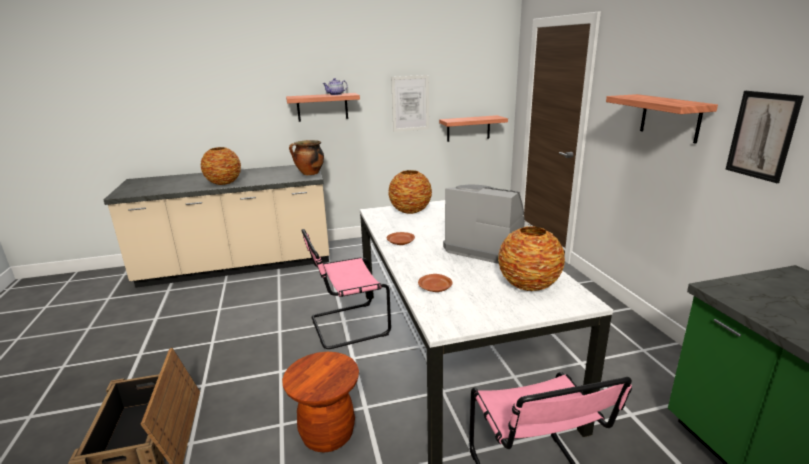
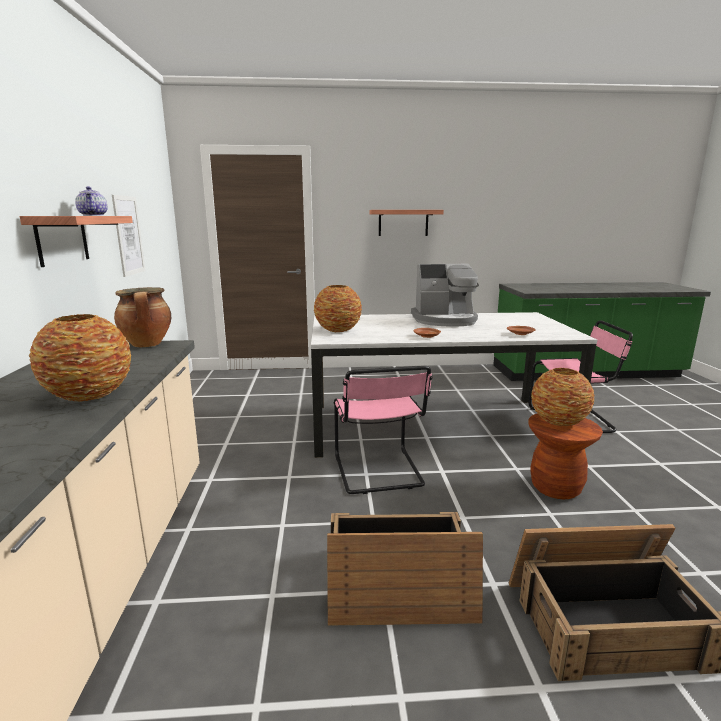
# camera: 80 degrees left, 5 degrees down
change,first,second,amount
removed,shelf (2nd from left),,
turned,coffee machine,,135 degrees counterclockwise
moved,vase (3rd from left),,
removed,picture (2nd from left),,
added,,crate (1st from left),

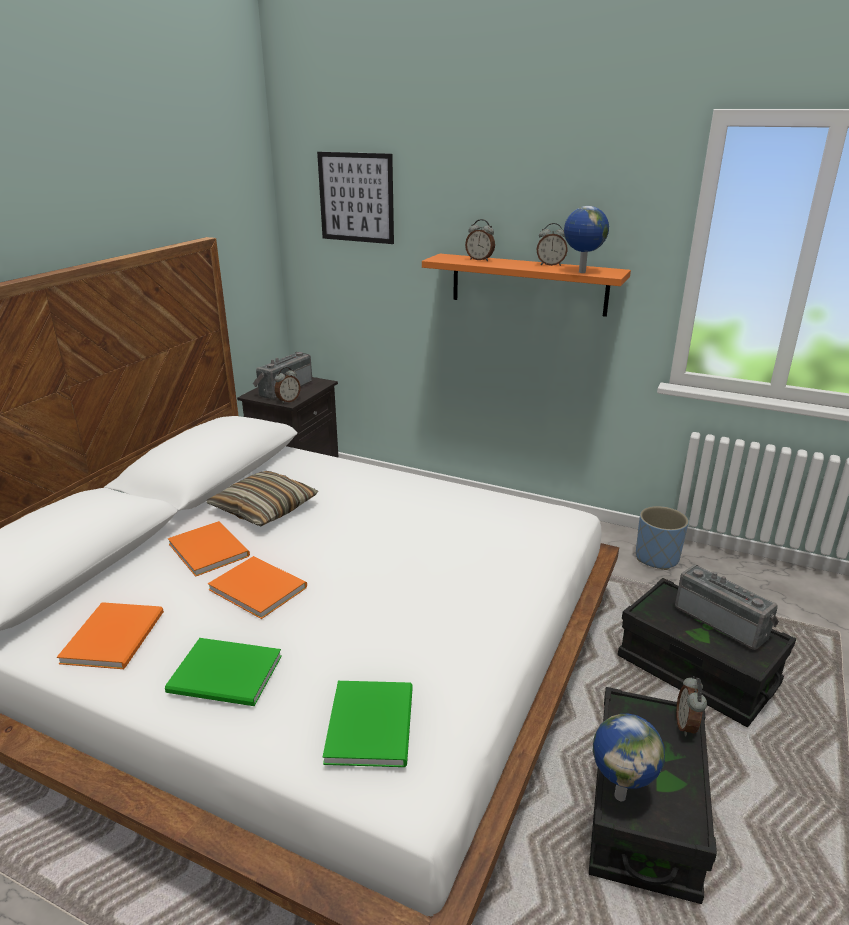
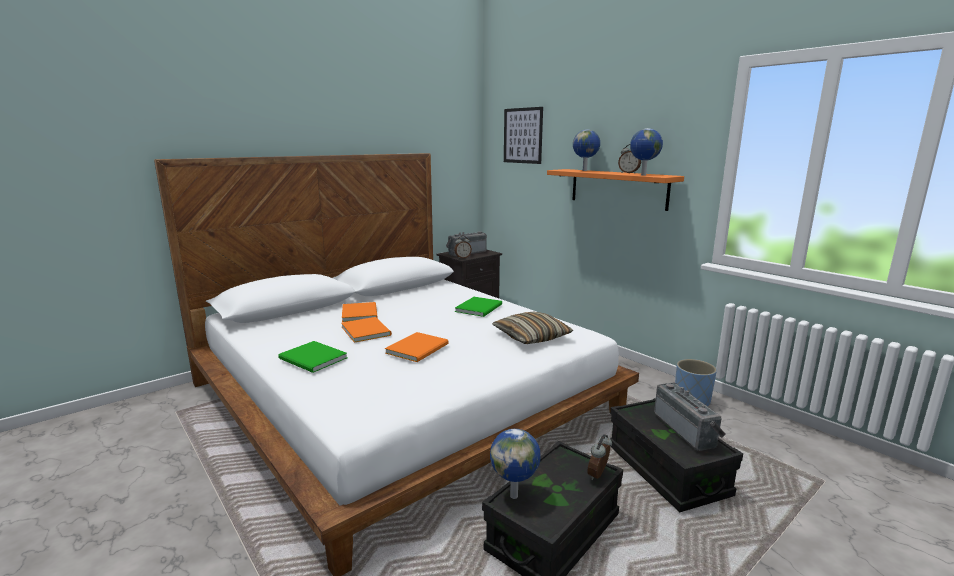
# camera: 25 degrees right, 10 degrees down
change,first,second,amount
moved,book in orange (1st from left in the first image),book in orange (3rd from left),
moved,pillow,,
moved,book in green (2nd from left),,
replaced,alarm clock (2nd from left),globe (2nd from left),

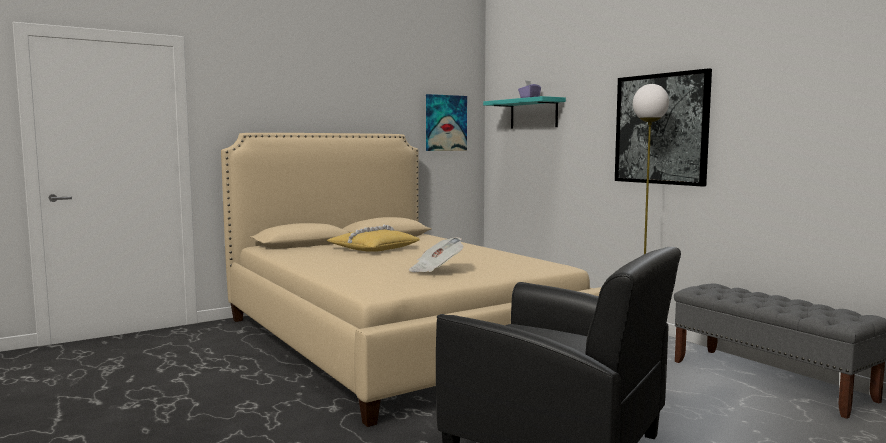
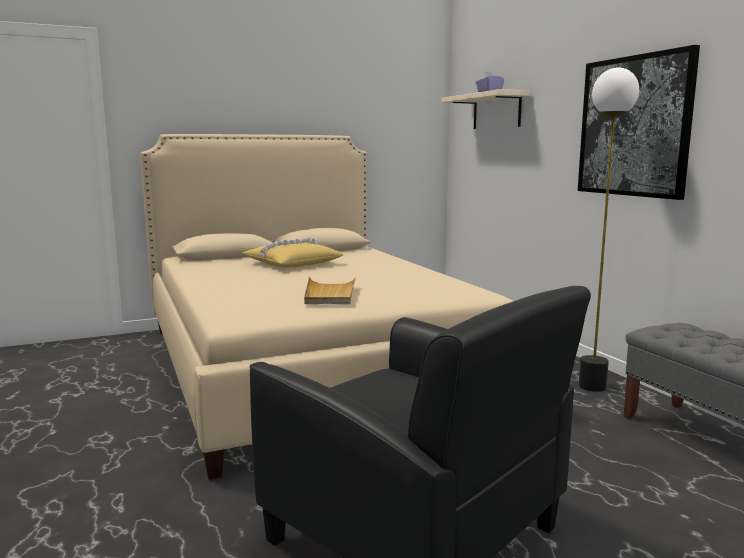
# camera: 10 degrees right, 5 degrees up
change,first,second,amount
replaced,newspaper,tray in beige,
removed,picture (1st from left),,
recoloured,shelf in turquoise,shelf in beige,

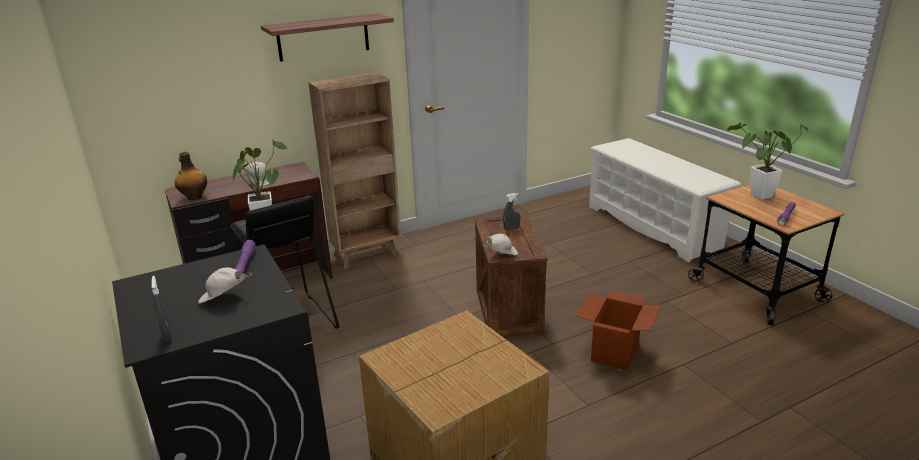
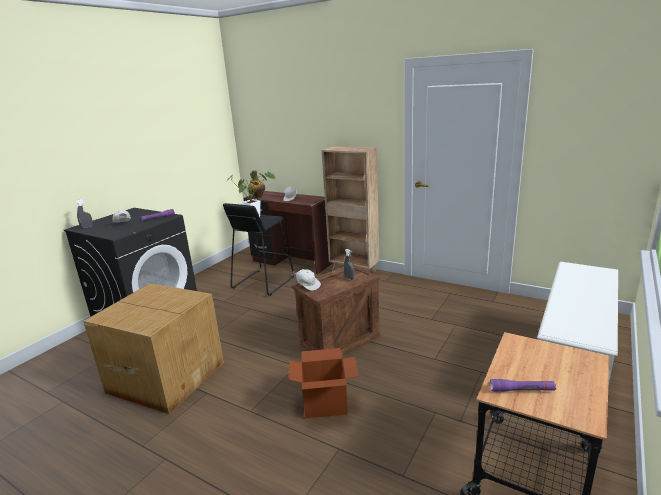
# camera: 60 degrees right, 5 degrees down
change,first,second,amount
removed,shelf,,
removed,potted plant (2nd from left),,

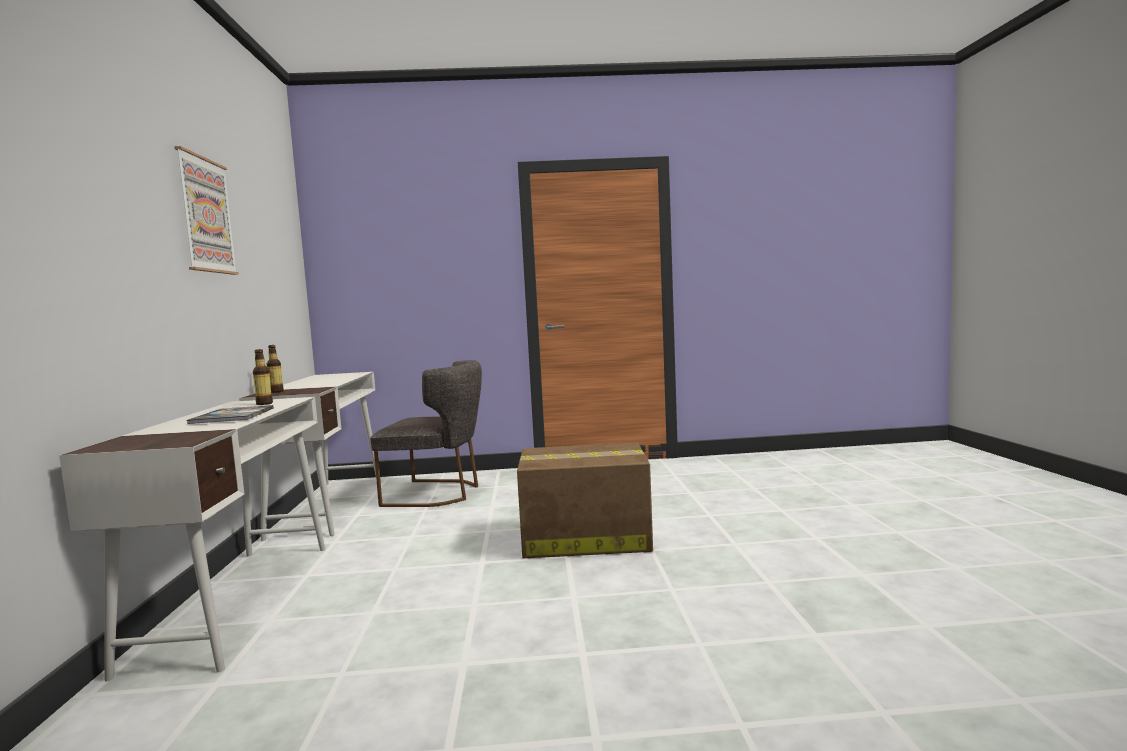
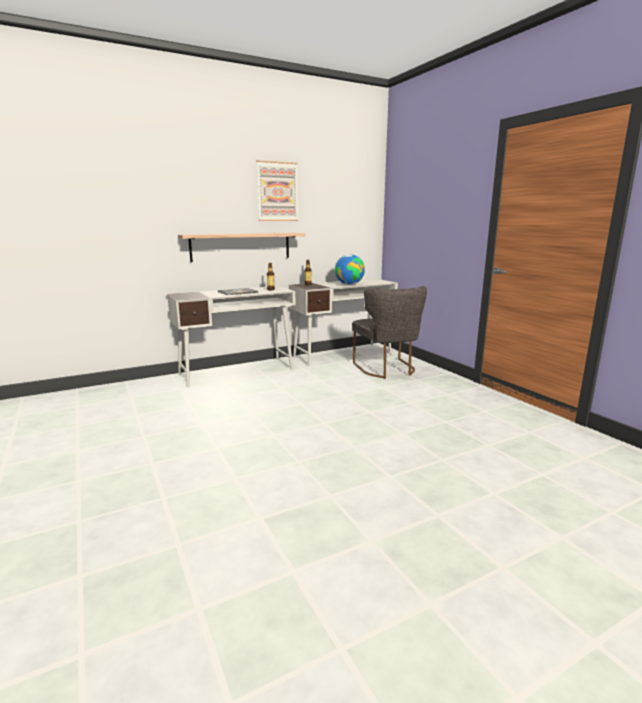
# camera: 65 degrees right, 10 degrees up
change,first,second,amount
removed,cardboard box,,
added,,shelf,
added,,globe,

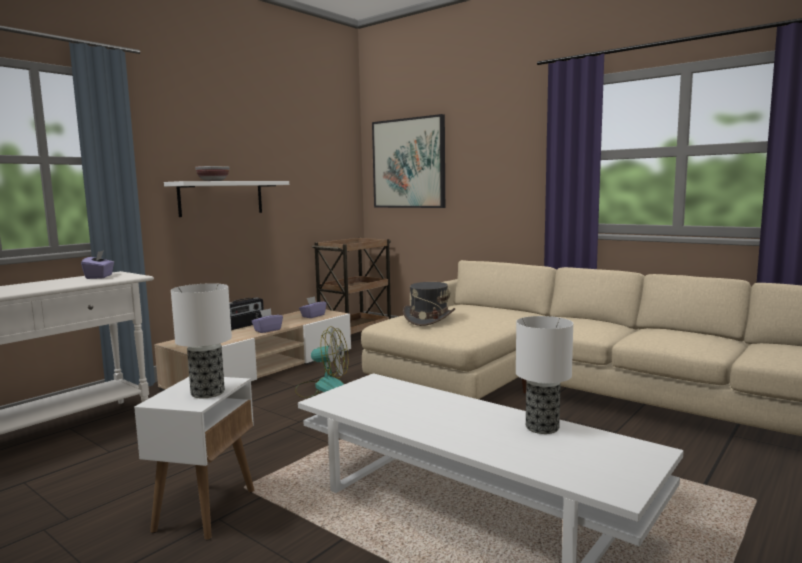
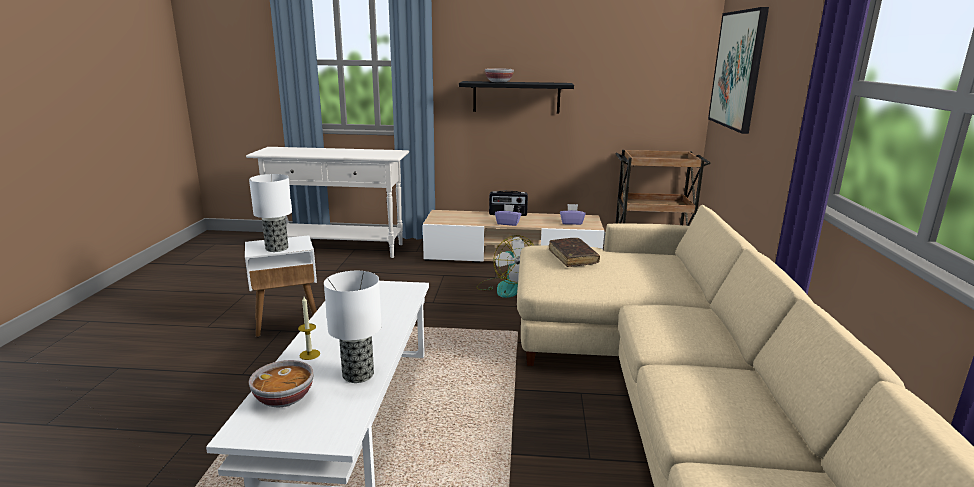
# camera: 55 degrees right, 10 degrees up
change,first,second,amount
removed,tissue box in purple (1st from left),,
recoloured,shelf in white,shelf in black,
replaced,hat in grey,book in brown,
added,,bowl (1st from left),
added,,candle,

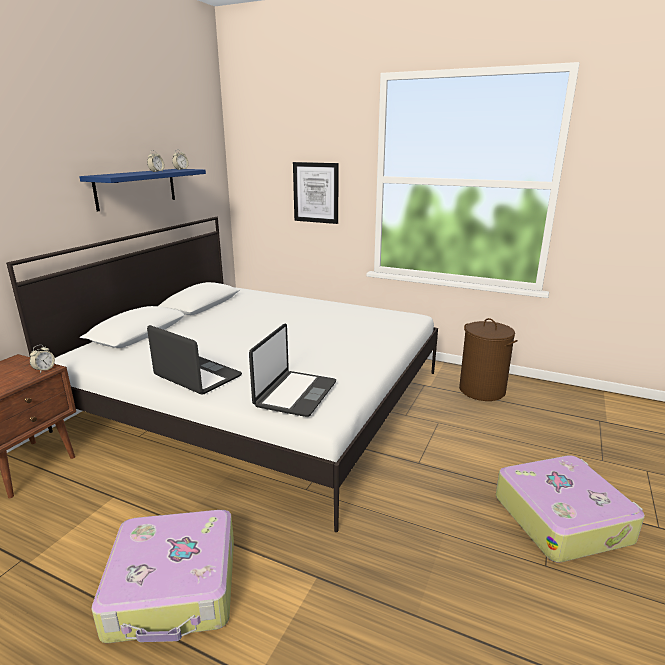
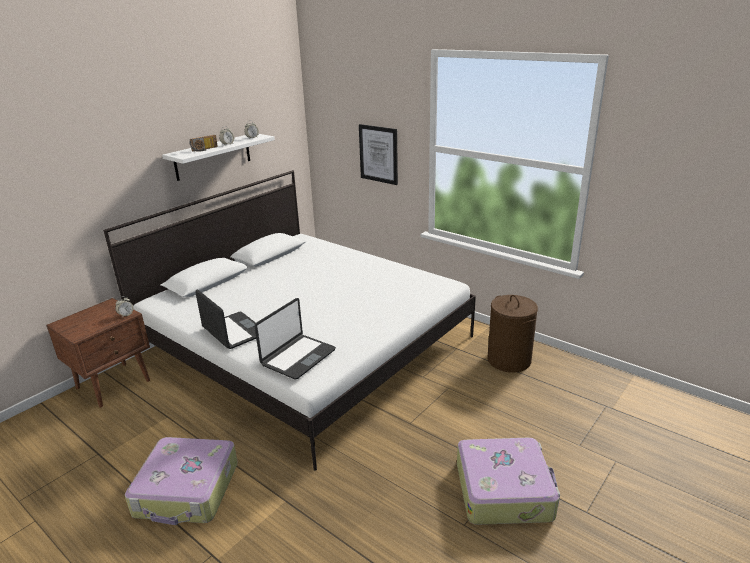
# camera: 15 degrees right, 5 degrees up
change,first,second,amount
recoloured,shelf in blue,shelf in white,
added,,radio,

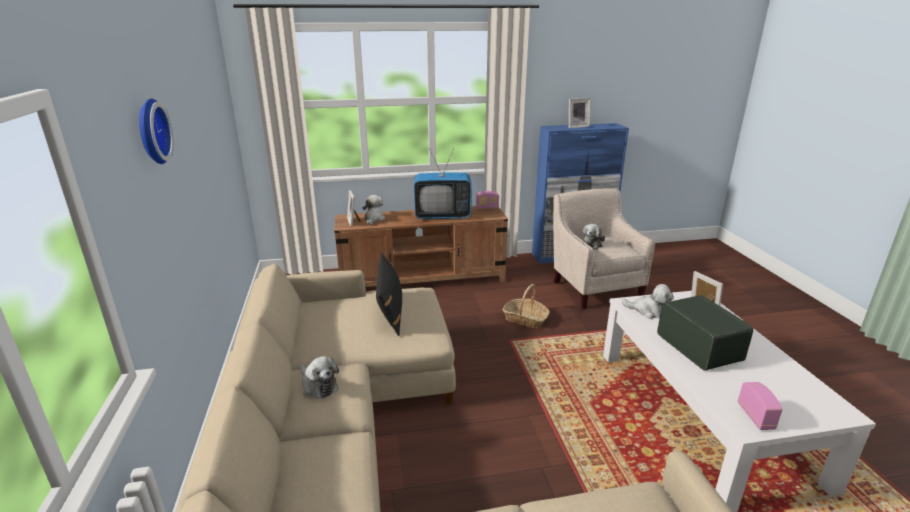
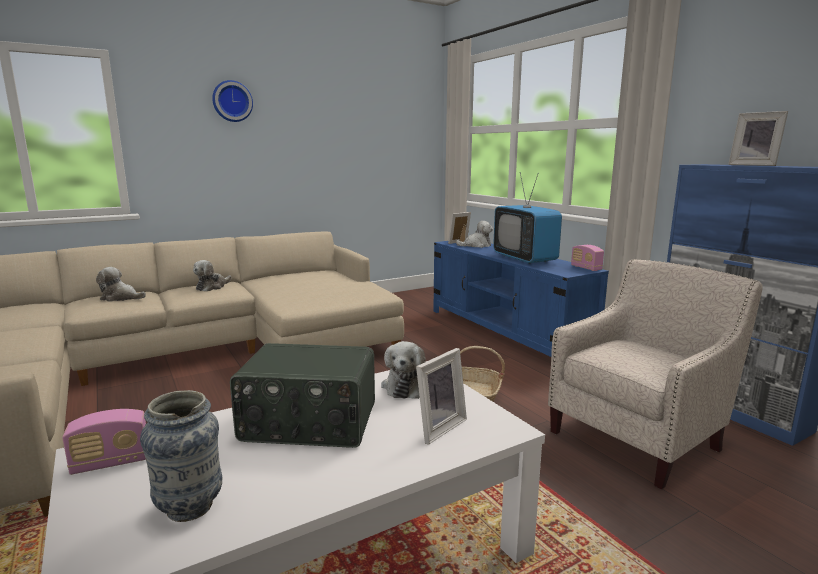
# camera: 70 degrees right, 10 degrees down
change,first,second,amount
recoloured,tv stand in brown,tv stand in blue,
removed,pillow in black,,
moved,plush toy (3rd from left in the first image),plush toy (1st from left),
turned,radio (2nd from left),,45 degrees clockwise
added,,vase,

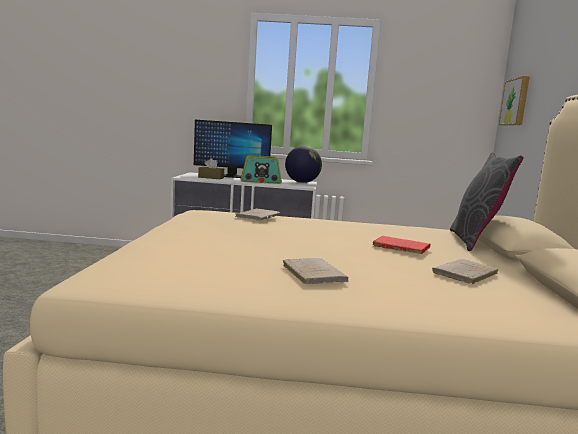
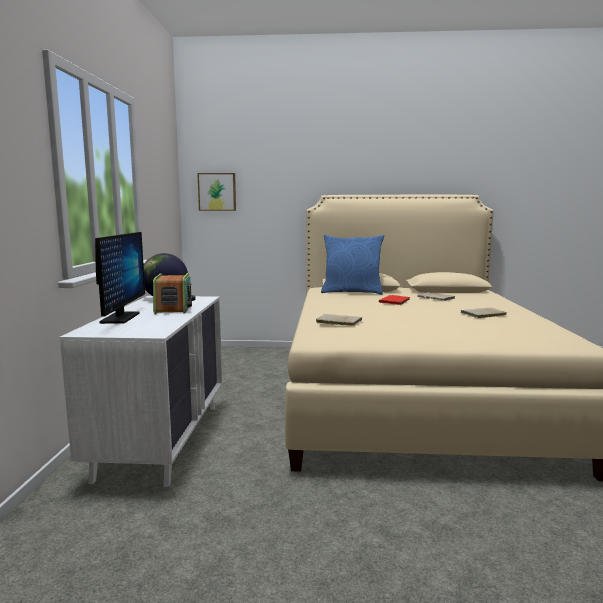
# camera: 90 degrees left, 0 degrees up
change,first,second,amount
removed,tissue box in brown,,
recoloured,pillow in grey,pillow in blue,

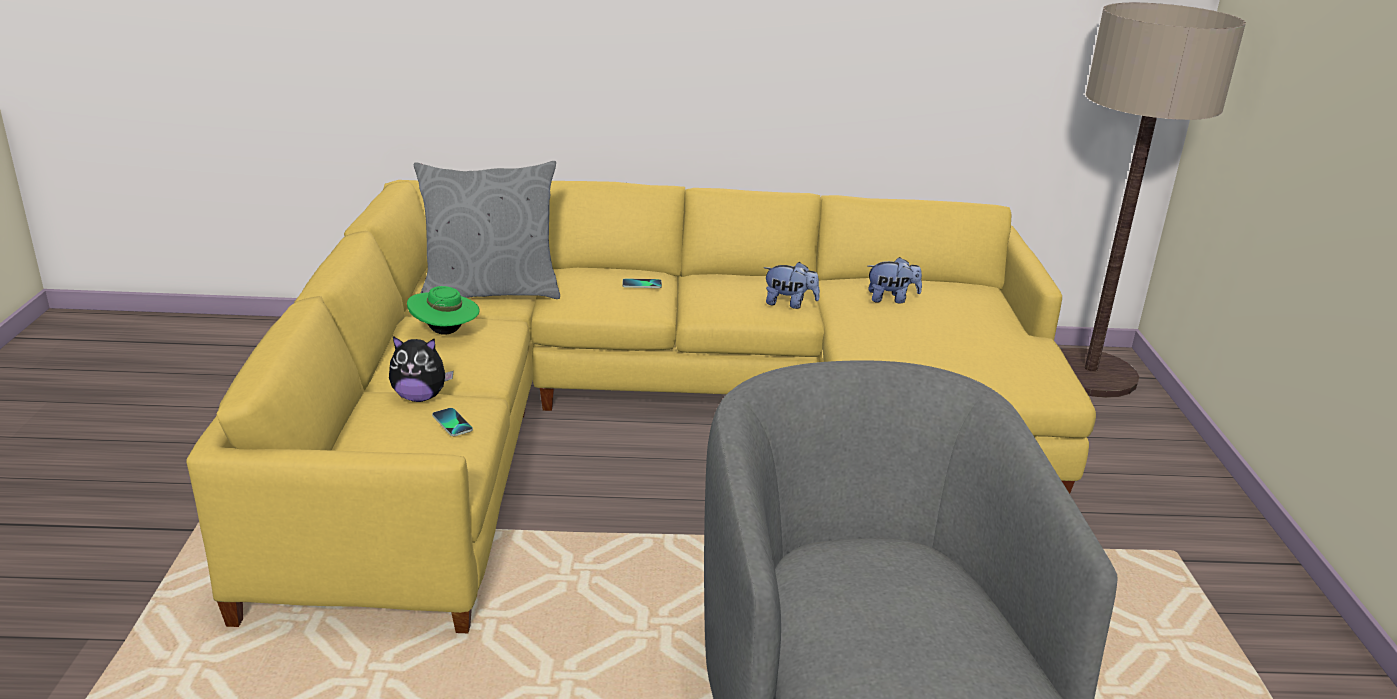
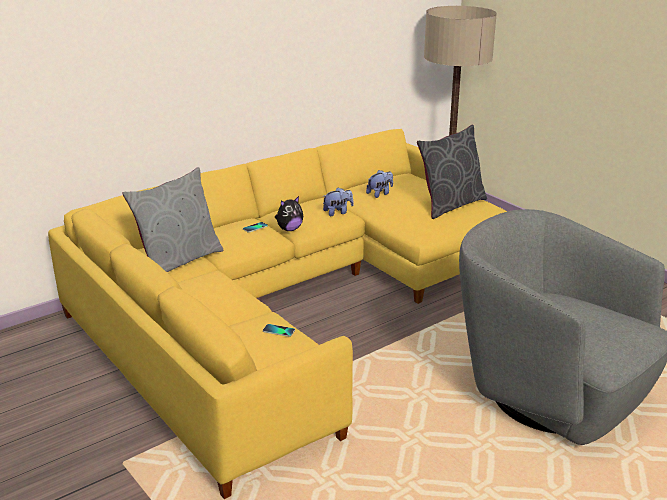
# camera: 35 degrees left, 0 degrees up
change,first,second,amount
moved,plush toy (1st from left),,
removed,hat in green,,
added,,pillow in grey (2nd from left),

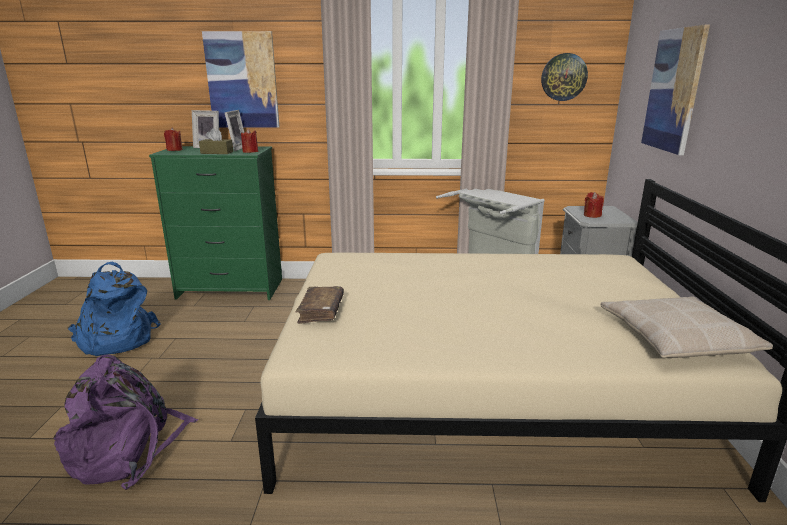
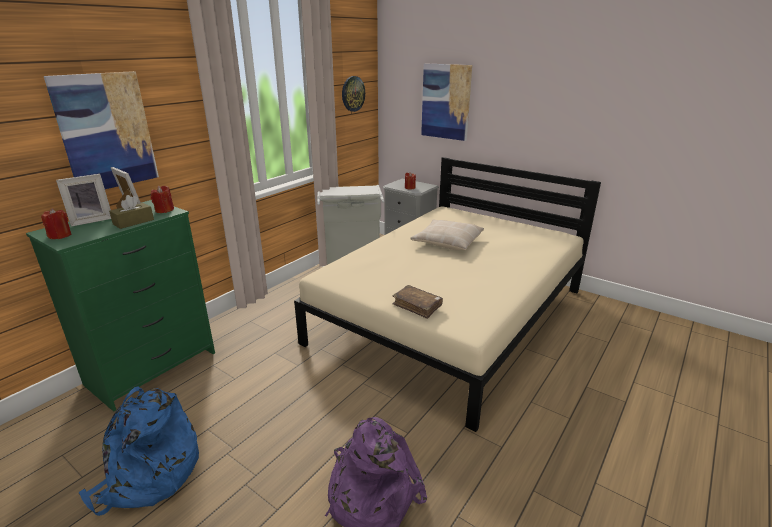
# camera: 55 degrees left, 5 degrees up
change,first,second,amount
moved,pillow in beige,,

